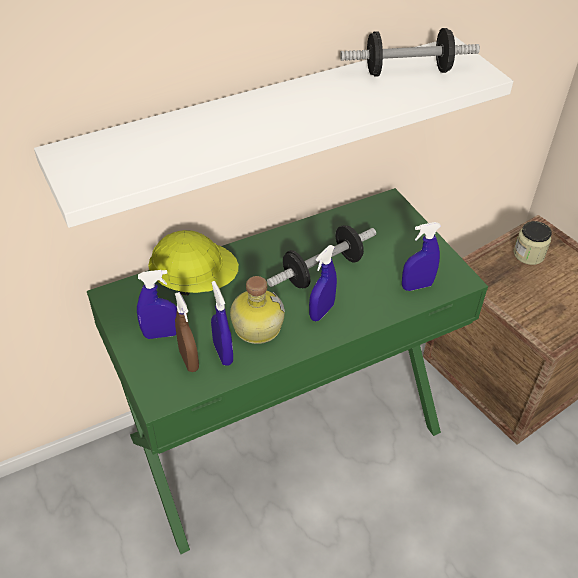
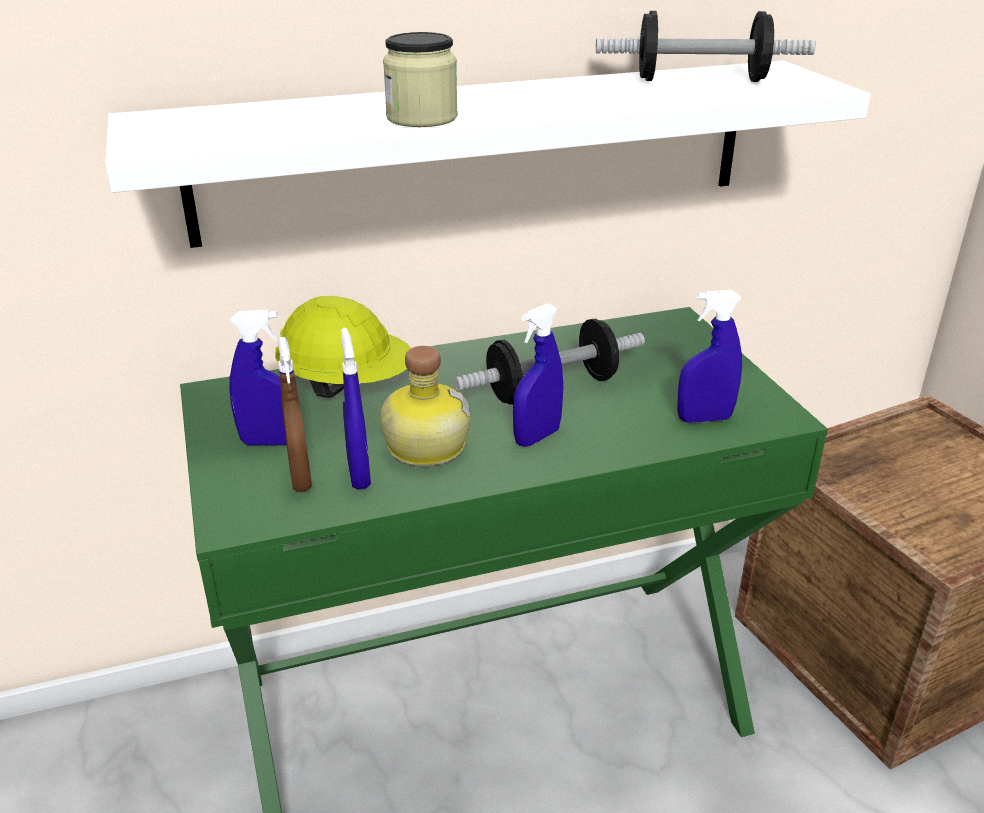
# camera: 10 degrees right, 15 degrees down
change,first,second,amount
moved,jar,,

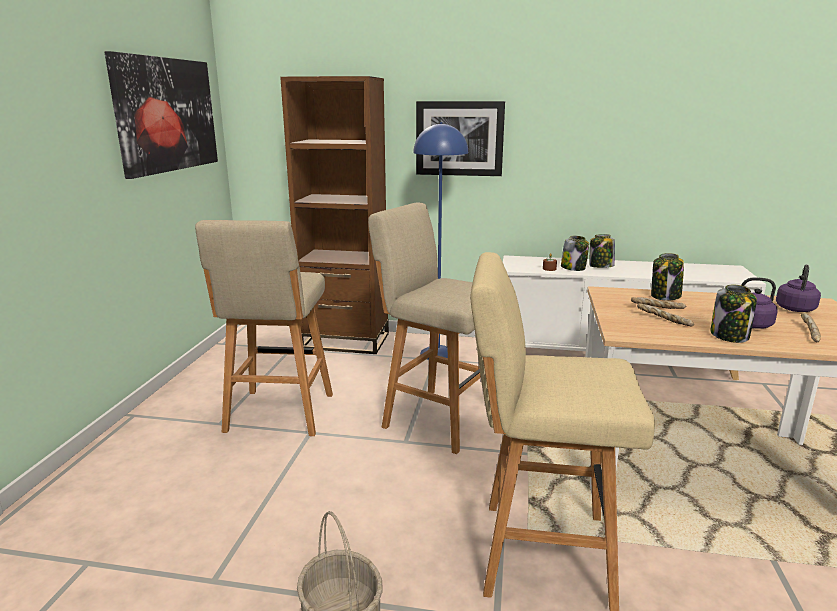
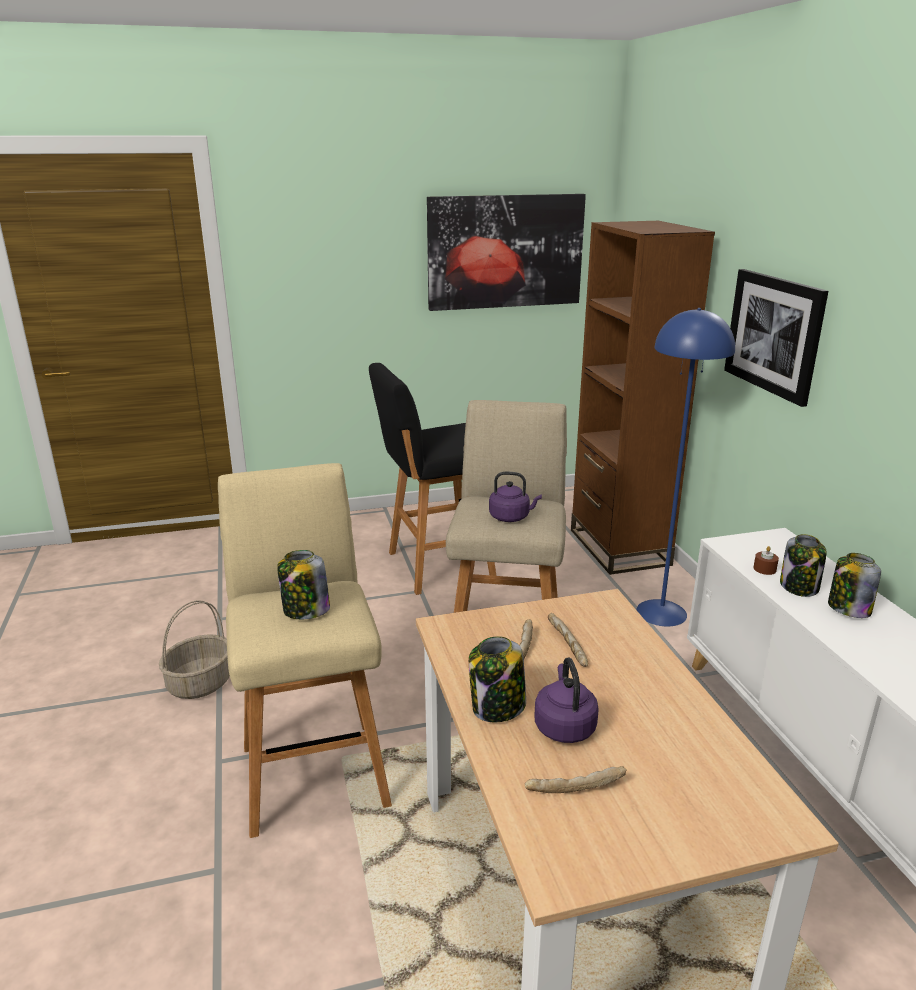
# camera: 65 degrees right, 5 degrees up
change,first,second,amount
recoloured,stool in beige (1st from left),stool in black,
moved,jar (3rd from left in the first image),jar (1st from left),
moved,kettle in purple (2nd from left in the first image),kettle in purple (1st from left),

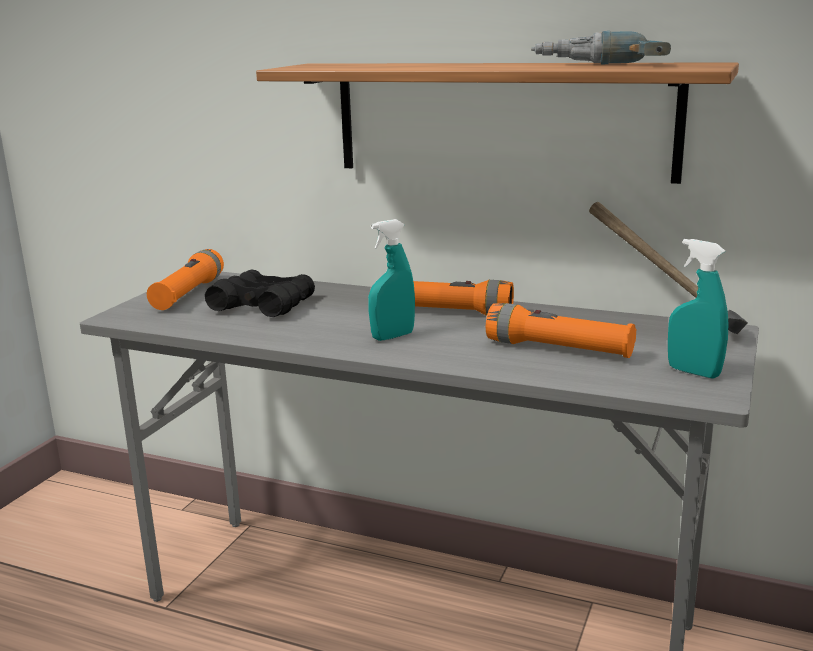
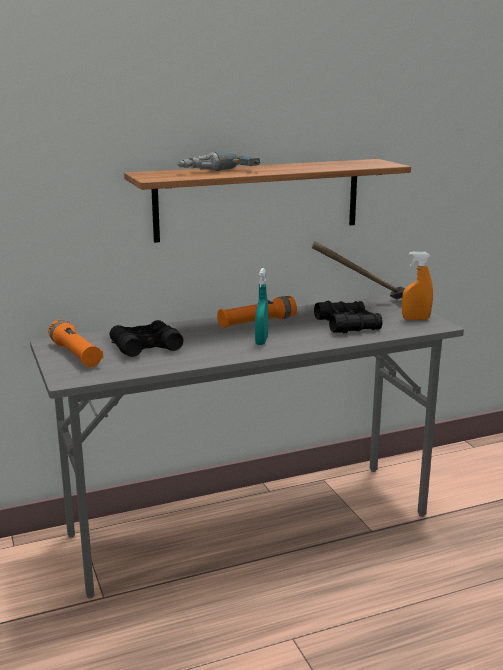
# camera: 45 degrees left, 0 degrees up
change,first,second,amount
replaced,flashlight in orange (3rd from left),binoculars in black (2nd from left),
moved,power drill,,
recoloured,spray bottle in turquoise (2nd from left),spray bottle in orange,

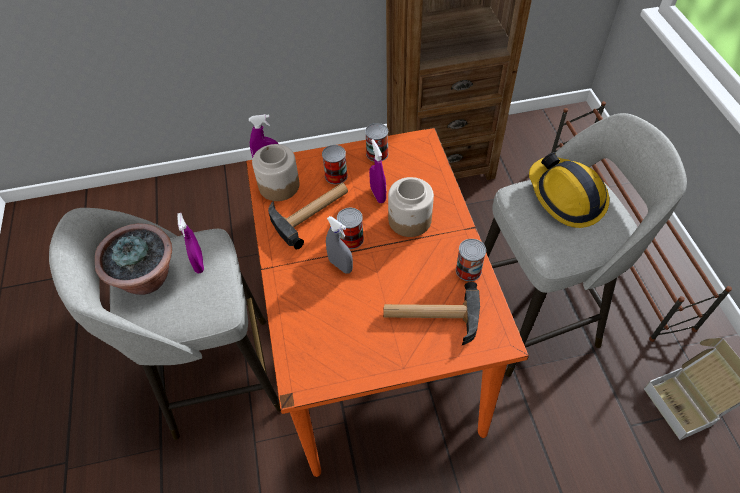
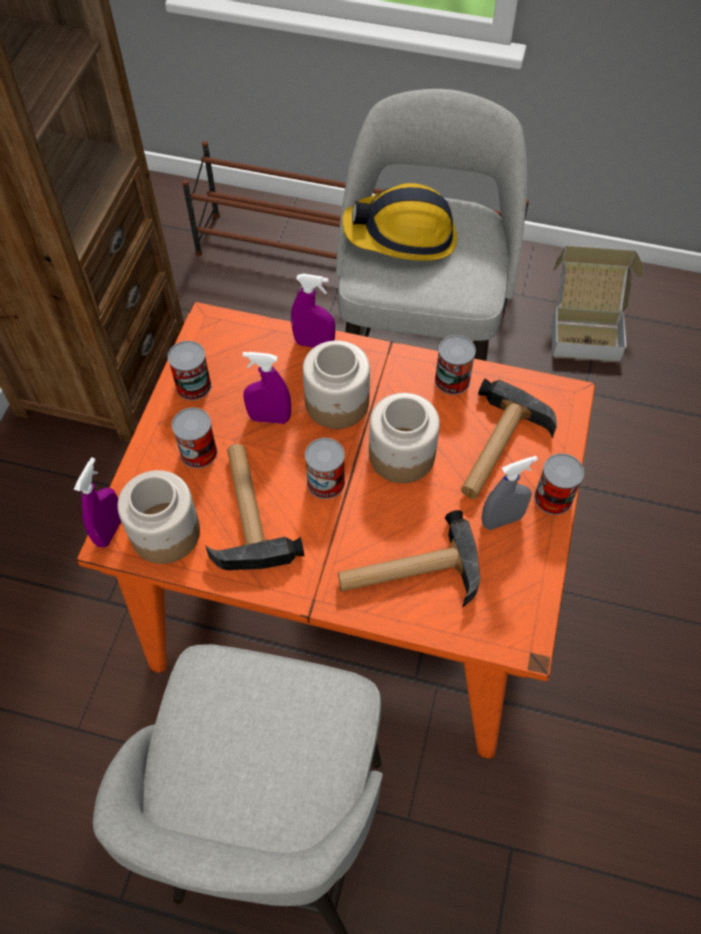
# camera: 65 degrees left, 5 degrees up
change,first,second,amount
removed,potted plant,,
moved,spray bottle in purple (1st from left in the first image),spray bottle in purple (3rd from left),
moved,spray bottle in grey,,
added,,hammer (2nd from left),
added,,jar (3rd from left),
added,,can (5th from left),

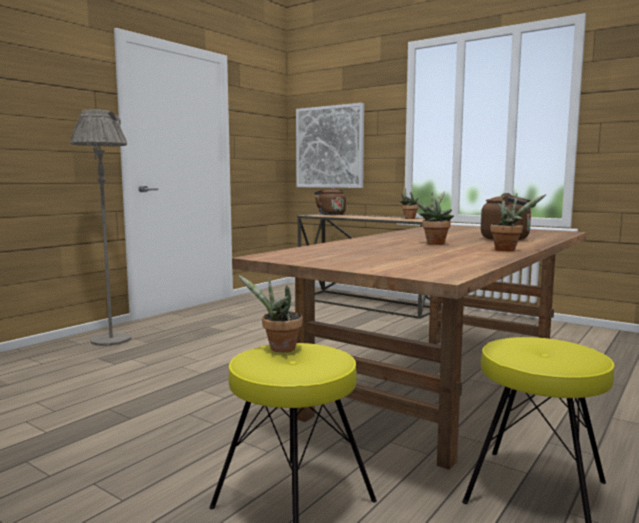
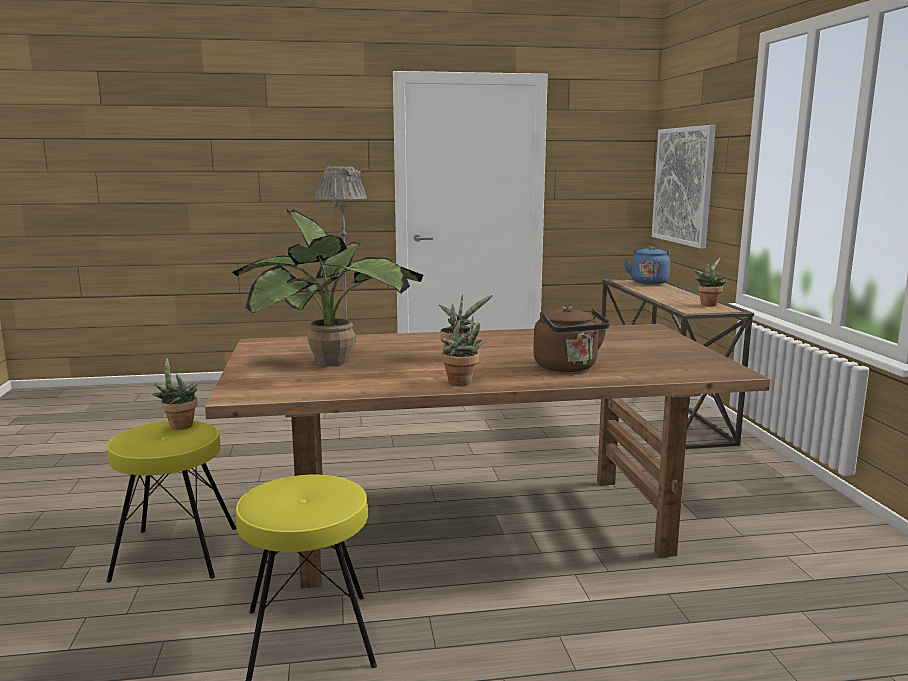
# camera: 45 degrees right, 5 degrees up
change,first,second,amount
recoloured,kettle in brown (1st from left),kettle in blue,
added,,potted plant (2nd from left),

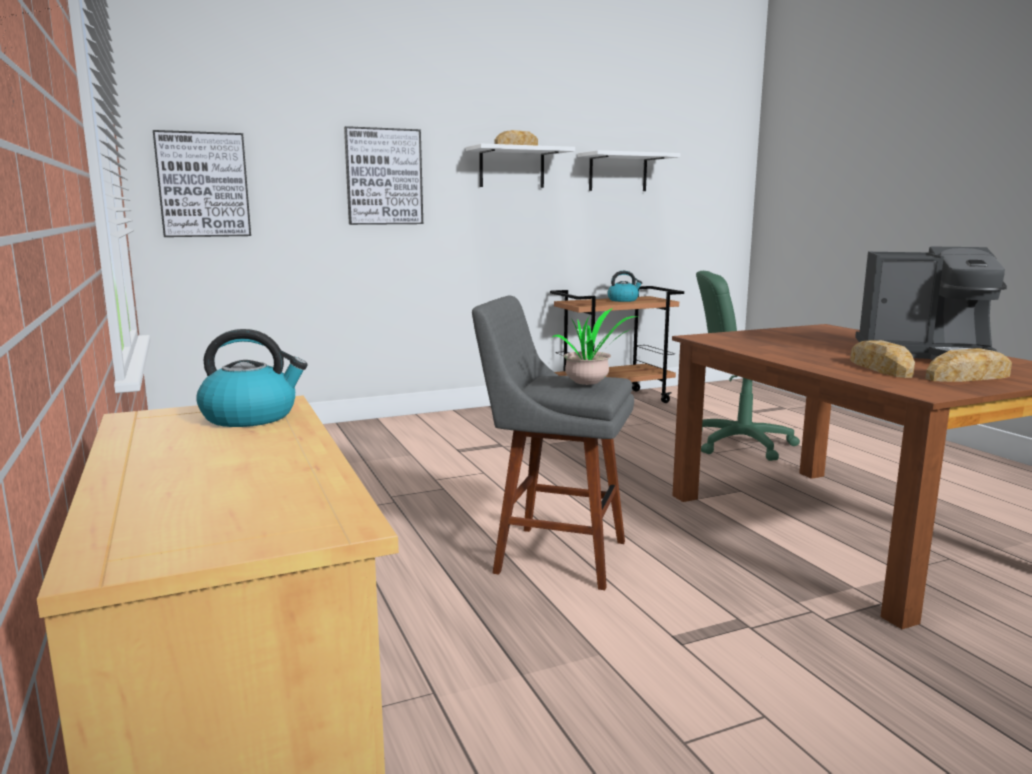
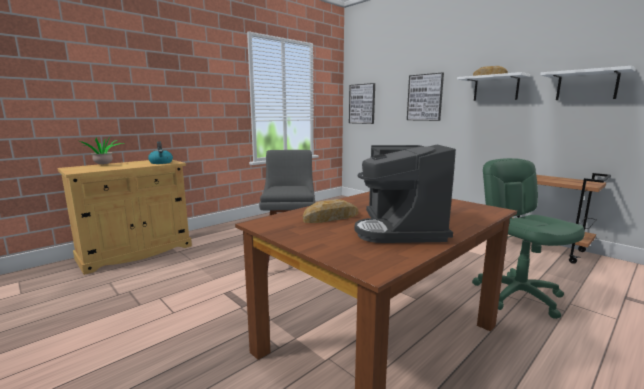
# camera: 70 degrees right, 0 degrees up
change,first,second,amount
moved,potted plant,,
removed,kettle (2nd from left),,
removed,bread (3rd from left),,

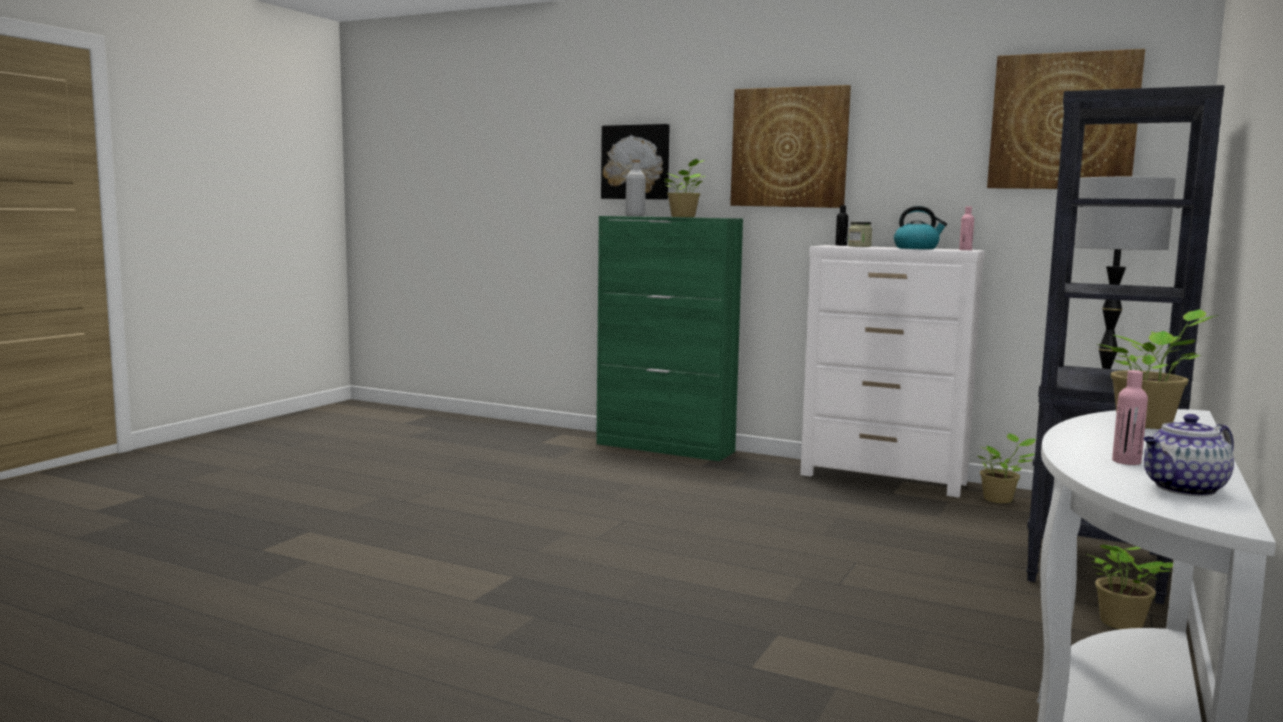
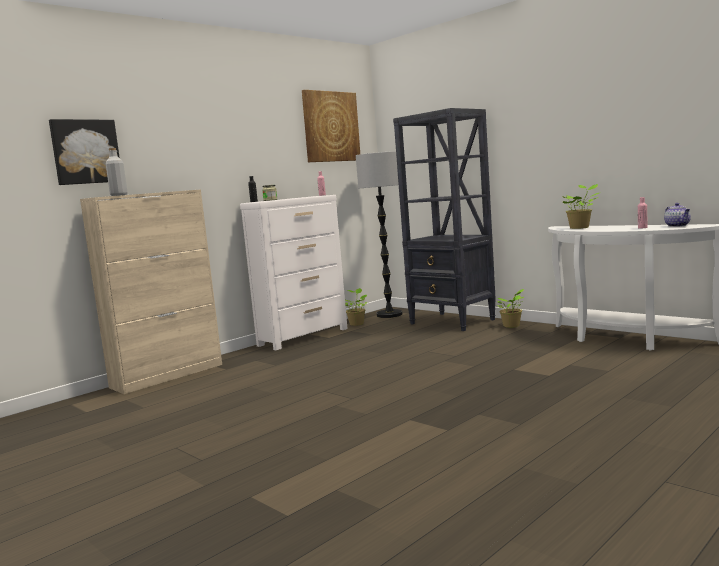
# camera: 70 degrees left, 0 degrees up
change,first,second,amount
recoloured,cabinet in green,cabinet in beige,
removed,potted plant (1st from left),,
removed,picture (2nd from left),,
removed,kettle,,

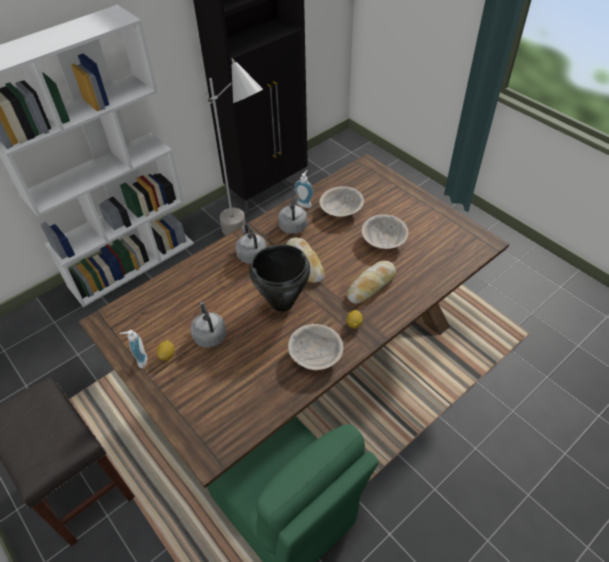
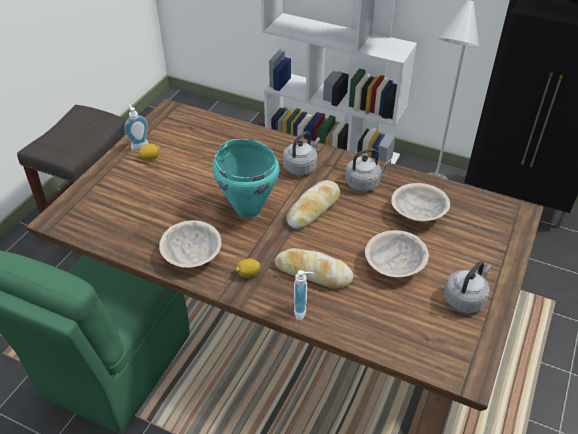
# camera: 65 degrees right, 5 degrees down
change,first,second,amount
moved,kettle in grey (1st from left in the first image),kettle in grey (3rd from left),
recoloured,cooking pot in black,cooking pot in turquoise,
moved,soap dispenser (2nd from left),,

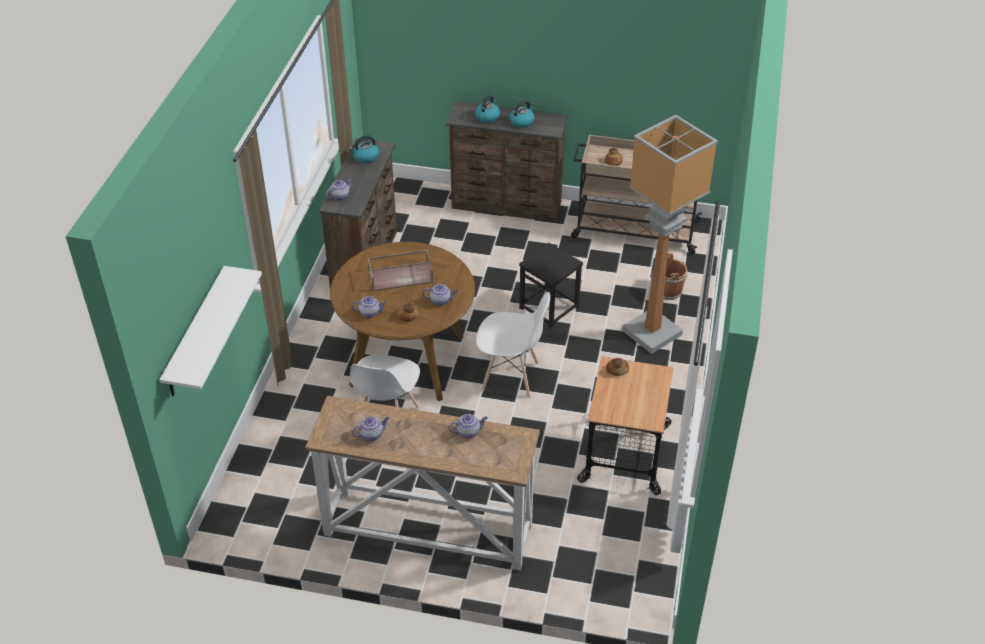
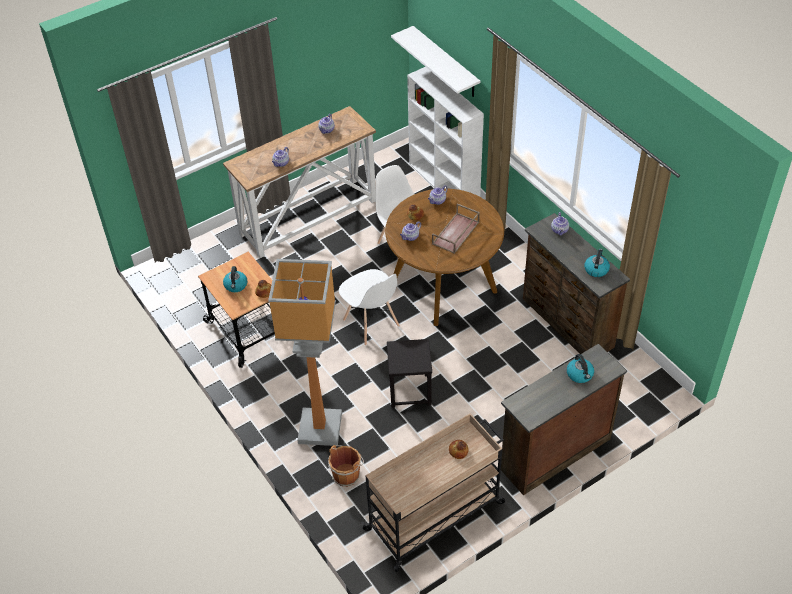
# camera: 135 degrees right, 5 degrees up
change,first,second,amount
turned,chair in white (2nd from left in the first image),chair in white (1st from left),90 degrees counterclockwise
moved,kettle (3rd from left in the first image),kettle (1st from left),
added,,bookcase in white,

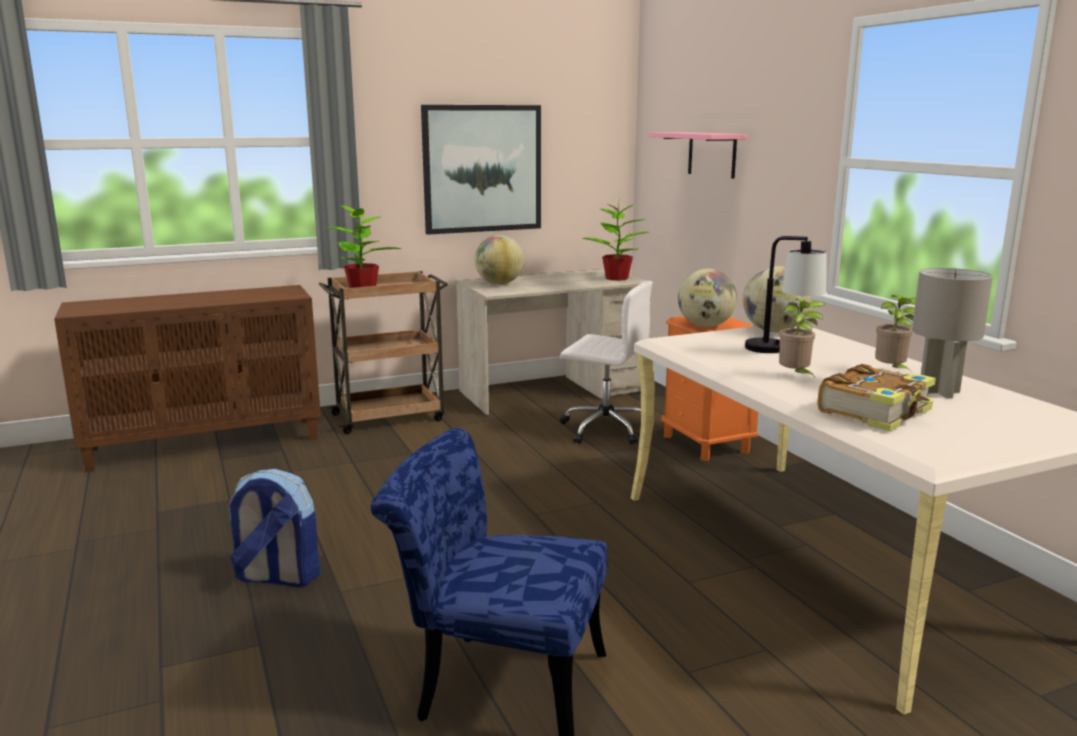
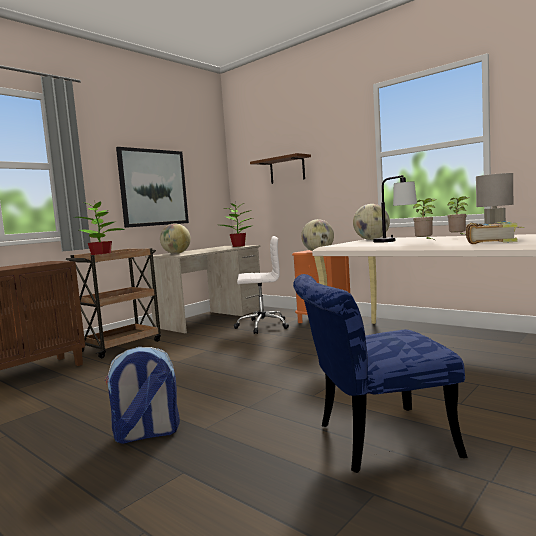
# camera: 25 degrees left, 10 degrees down
change,first,second,amount
recoloured,shelf in pink,shelf in brown,

